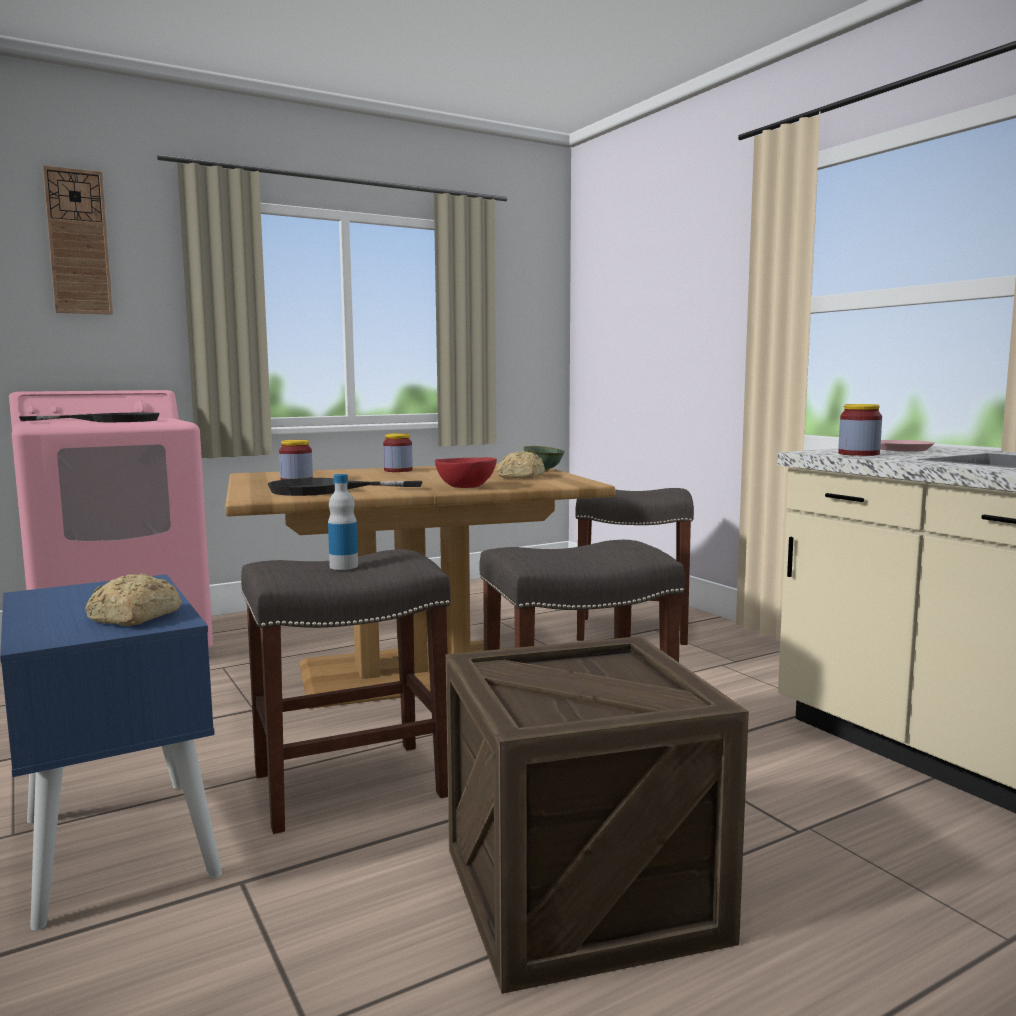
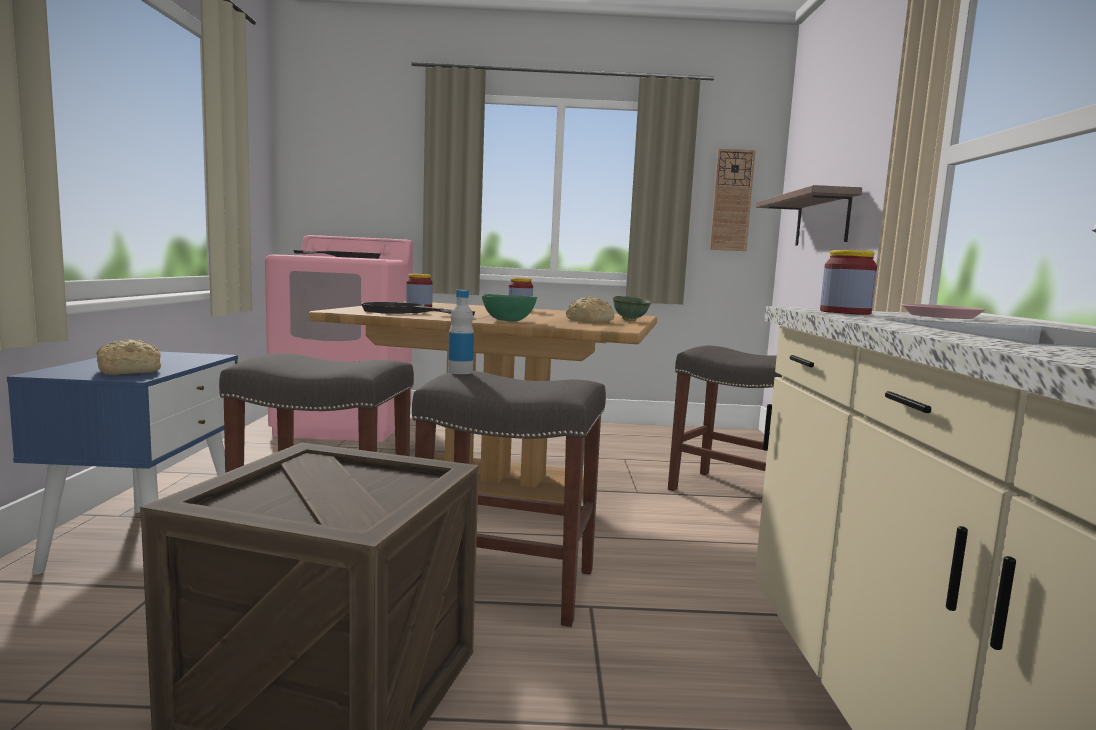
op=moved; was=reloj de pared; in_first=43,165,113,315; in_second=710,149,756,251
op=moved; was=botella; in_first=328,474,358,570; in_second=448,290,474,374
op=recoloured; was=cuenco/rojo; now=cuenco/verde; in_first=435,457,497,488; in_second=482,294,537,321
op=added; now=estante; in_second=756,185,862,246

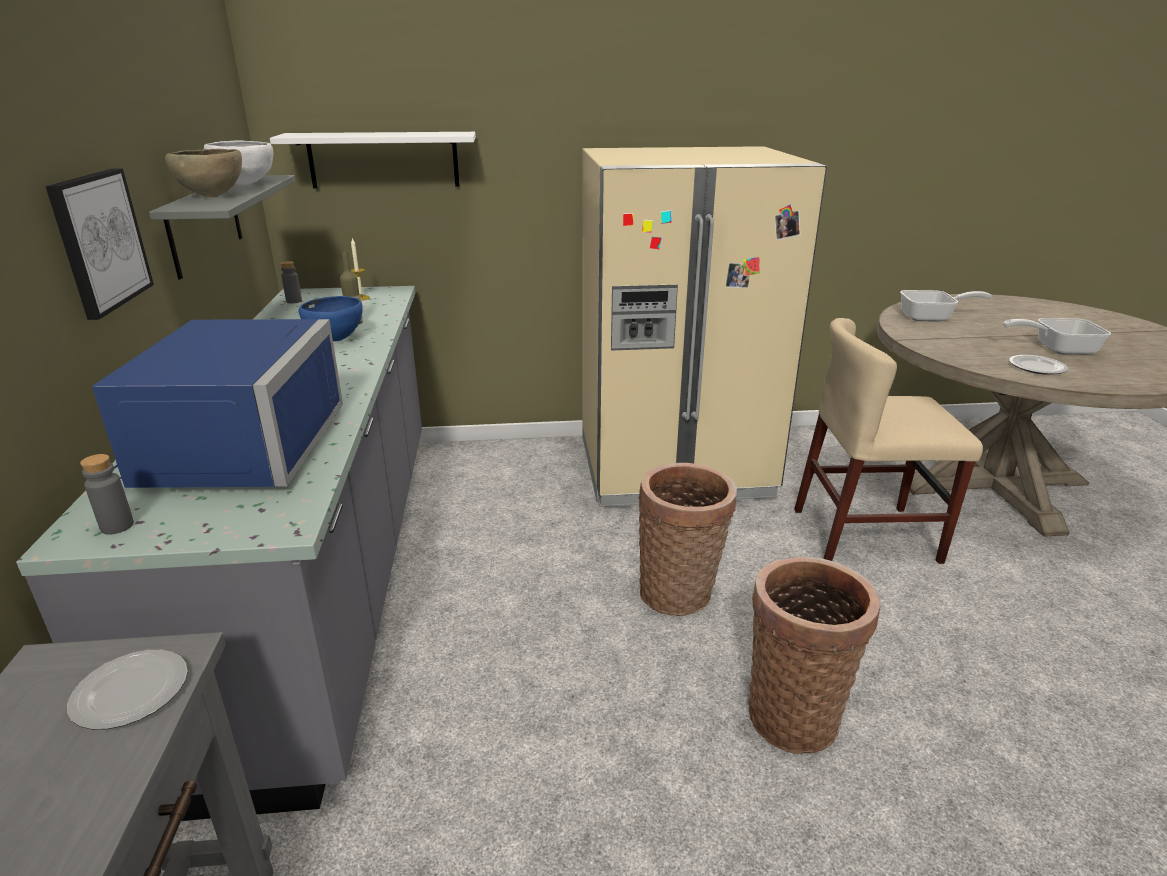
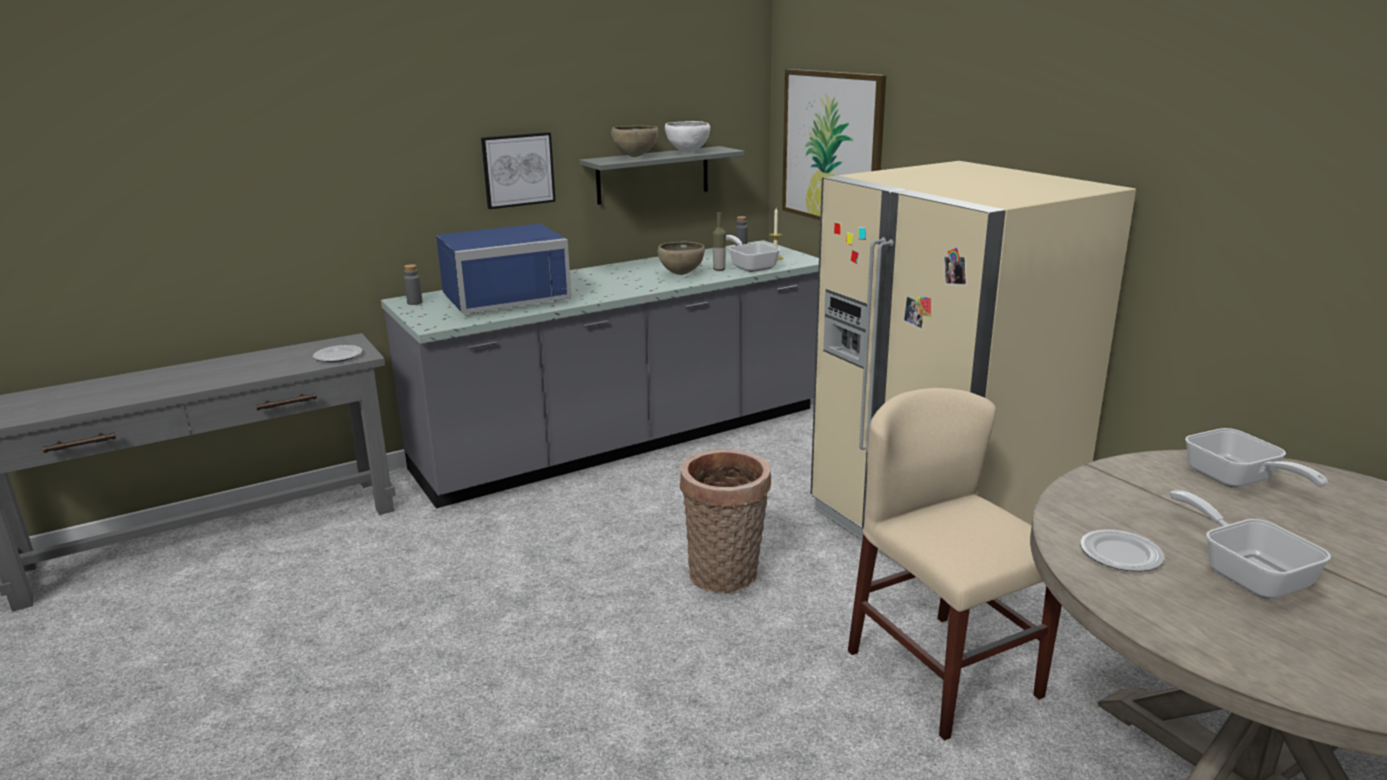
op=replaced; was=estante/blanco; now=cuadro; in_first=270,132,476,188; in_second=782,69,886,220
op=recoloured; was=cuenco/azul; now=cuenco/marrón; in_first=299,296,363,342; in_second=658,242,705,275
op=removed; was=cesta; in_first=748,557,881,754
op=added; now=sartén; in_second=726,235,780,272

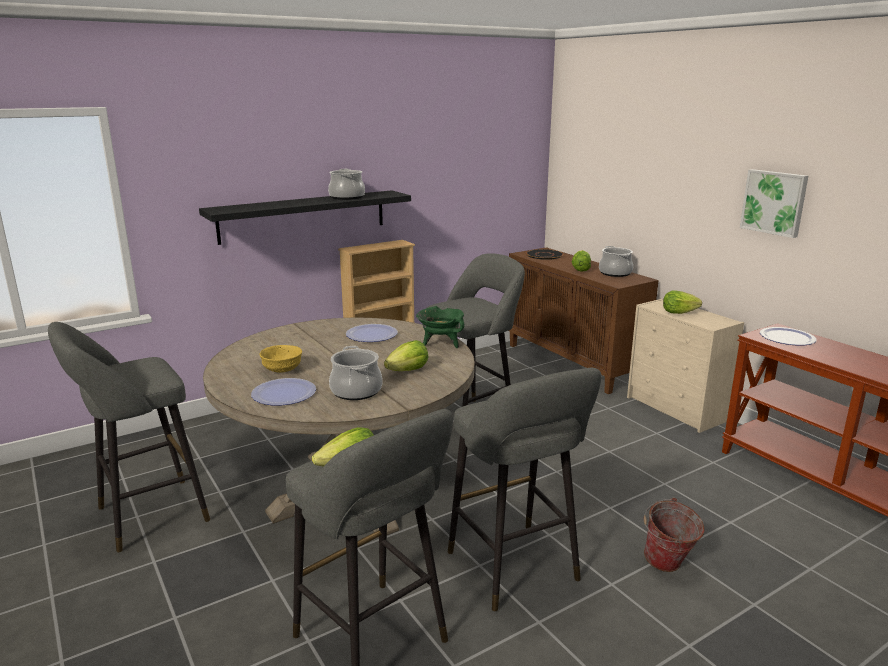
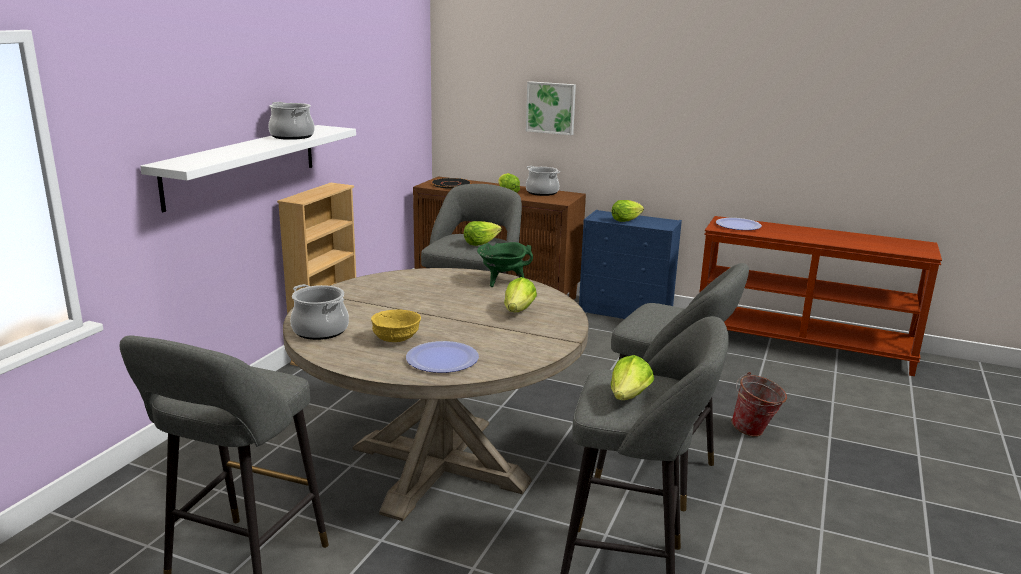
op=recoloured; was=estante/negro; now=estante/blanco; in_first=199,190,411,245; in_second=140,125,356,212
op=moved; was=olla; in_first=329,346,383,400; in_second=290,284,349,340
op=removed; was=plato; in_first=346,324,398,342
op=recoloured; was=cómoda/beis; now=cómoda/azul; in_first=627,298,744,433; in_second=579,210,682,319
op=moved; was=cuadro; in_first=740,169,808,238; in_second=526,81,576,135
op=added; now=lechuga; in_second=464,221,502,246

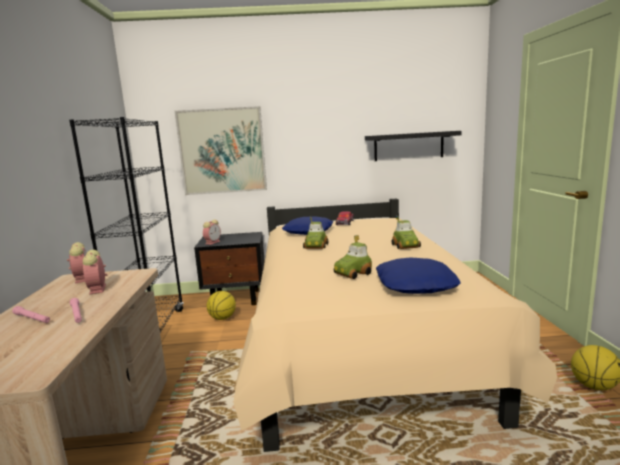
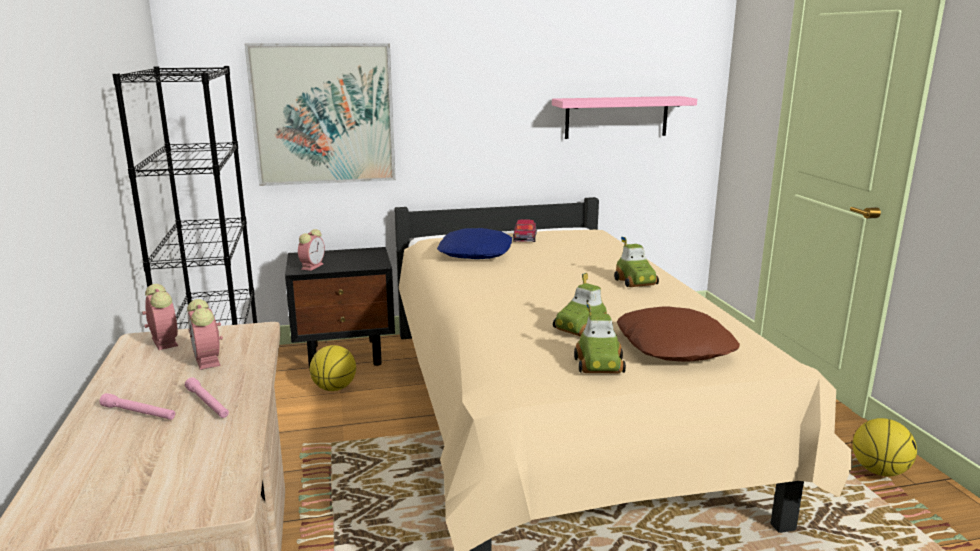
op=moved; was=coche de juguete; in_first=303,217,328,249; in_second=574,303,626,374
op=recoloured; was=estante/negro; now=estante/rosa; in_first=365,131,462,161; in_second=552,96,697,139
op=recoloured; was=cojín/azul; now=cojín/marrón; in_first=376,257,461,294; in_second=617,306,740,362

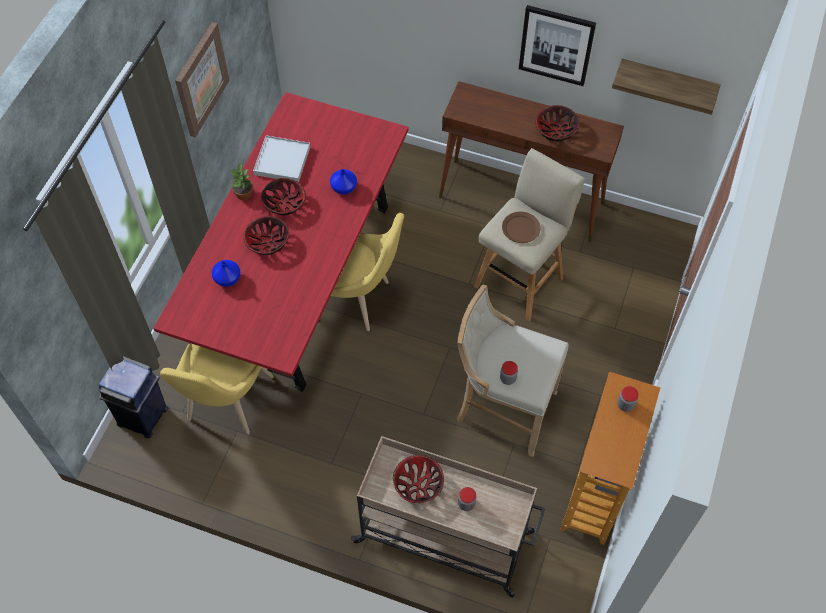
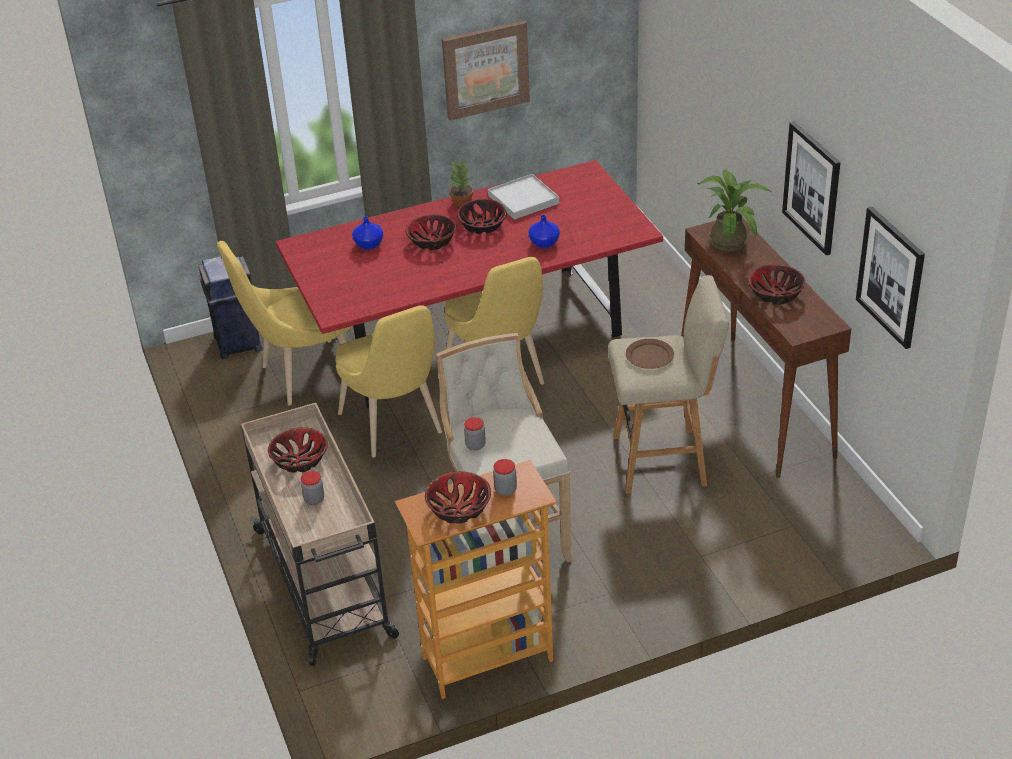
op=replaced; was=estante; now=cuadro; in_first=612,59,721,115; in_second=856,206,925,349
op=added; now=silla/amarillo; in_second=336,305,442,458
op=added; now=cuenco; in_second=425,471,491,524
op=added; now=planta en maceta; in_second=697,169,771,252

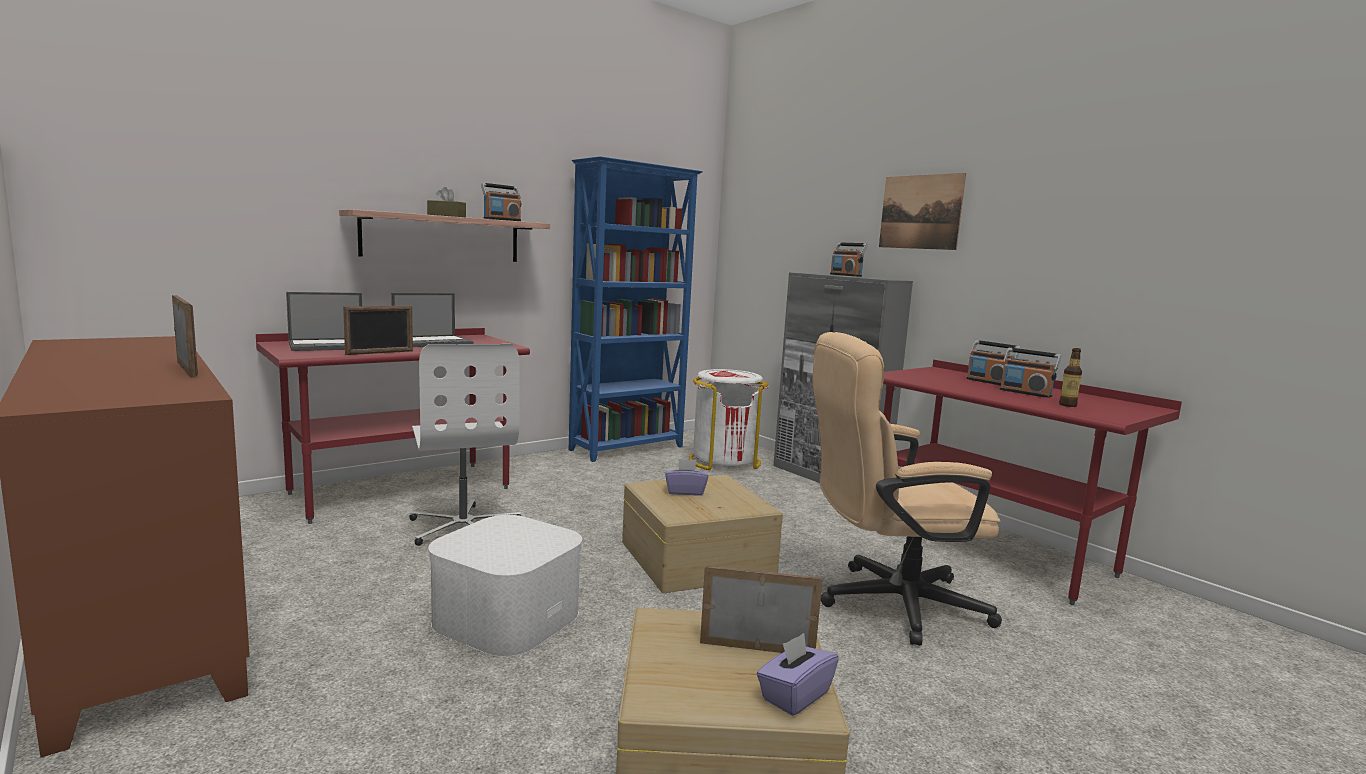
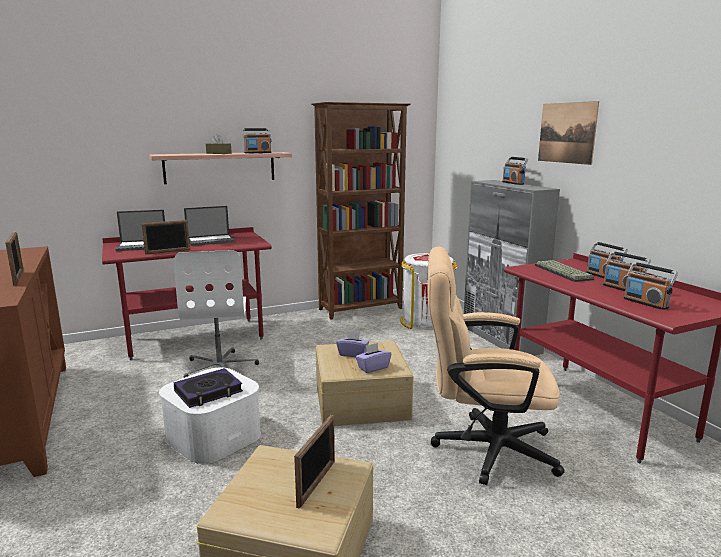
op=recoloured; was=estantería/azul; now=estantería/marrón; in_first=569,156,703,462; in_second=312,102,411,320
op=turned; was=portarretratos; in_first=700,565,822,653; in_second=294,415,335,509; clockwise=90
op=moved; was=caja de pañuelos/morado; in_first=757,633,839,716; in_second=356,343,391,373
op=replaced; was=botella; now=radio; in_first=1059,348,1082,407; in_second=623,262,678,310
op=added; now=libro; in_second=174,368,243,408
op=added; now=teclado; in_second=534,260,594,282

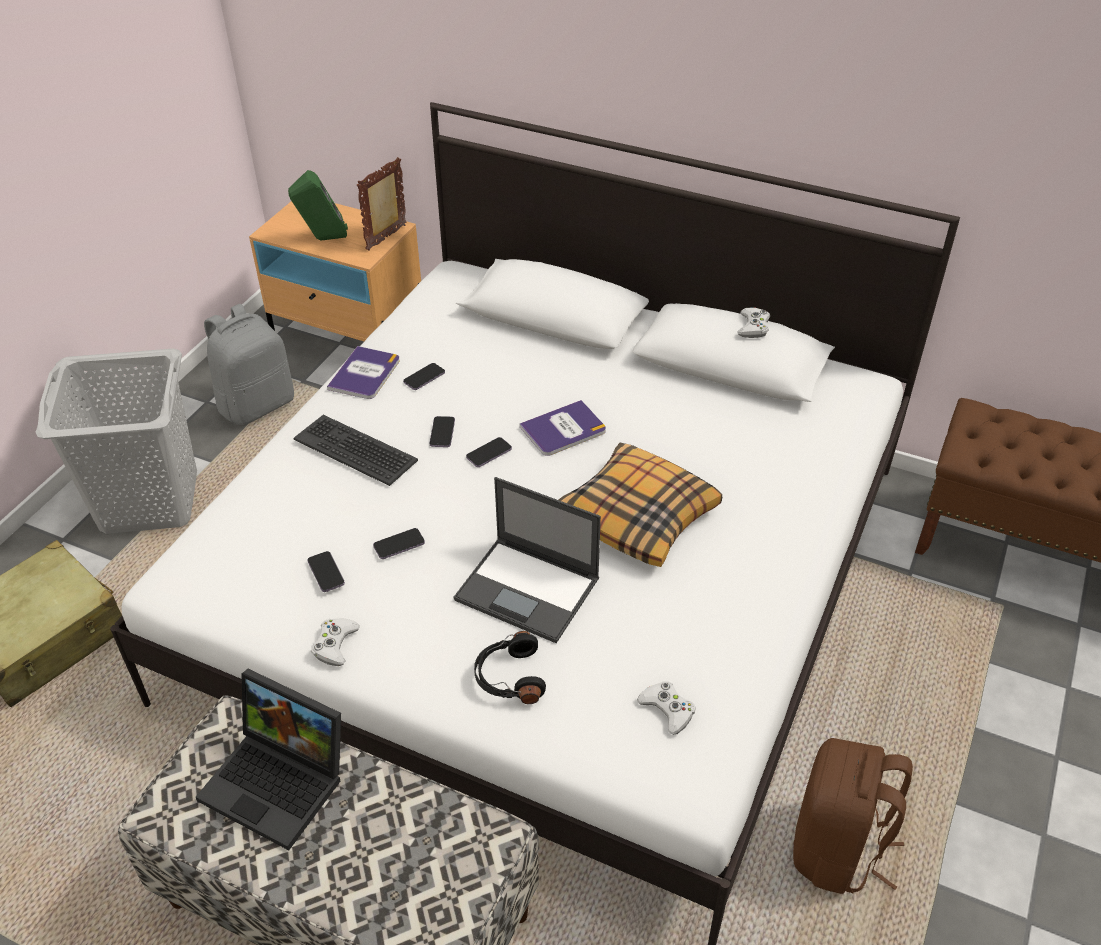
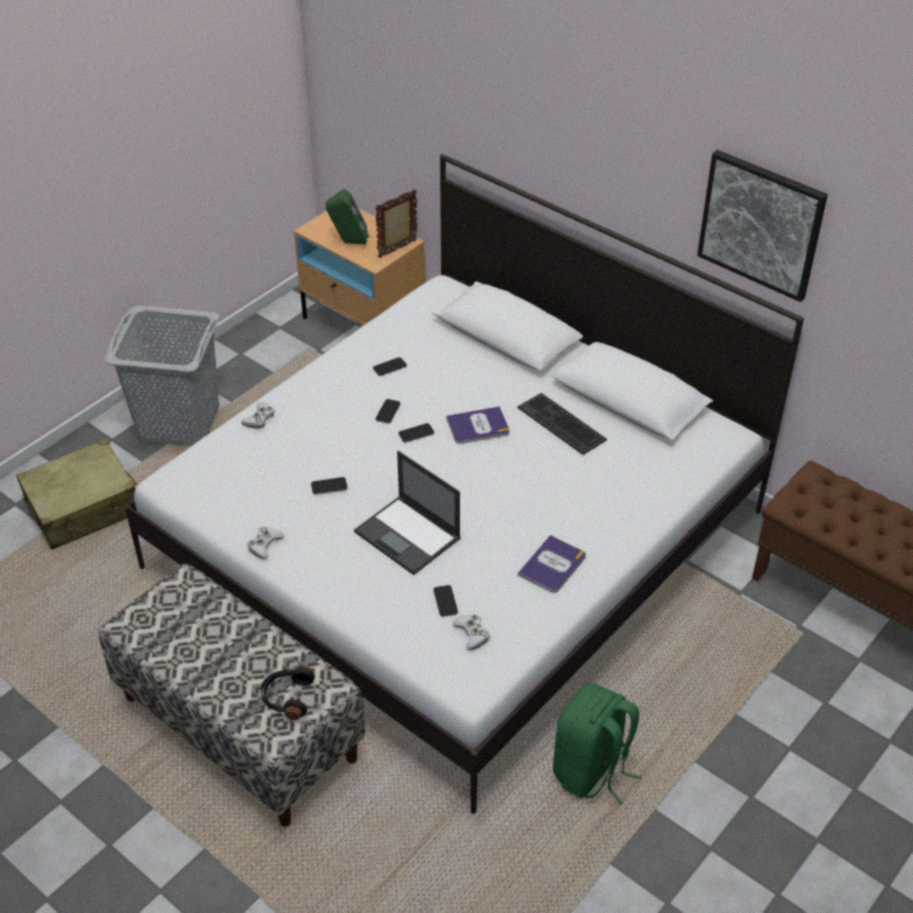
op=removed; was=portátil; in_first=196,669,341,850
op=removed; was=mochila/gris; in_first=204,304,294,425
op=moved; was=teclado; in_first=294,415,418,486; in_second=517,393,607,455
op=moved; was=móvil; in_first=308,551,345,592; in_second=434,585,458,617
op=moved; was=libro; in_first=327,346,400,399; in_second=518,535,586,593
op=moved; was=auriculares/negro; in_first=474,631,546,704; in_second=261,666,315,720
op=removed; was=cojín; in_first=558,443,722,567
op=moved; was=mando de consola/blanco; in_first=737,307,770,338; in_second=241,402,275,429
op=recoloured; was=mochila/marrón; now=mochila/verde; in_first=793,738,913,894; in_second=553,683,642,805
op=added; now=cuadro; in_second=697,150,828,302

